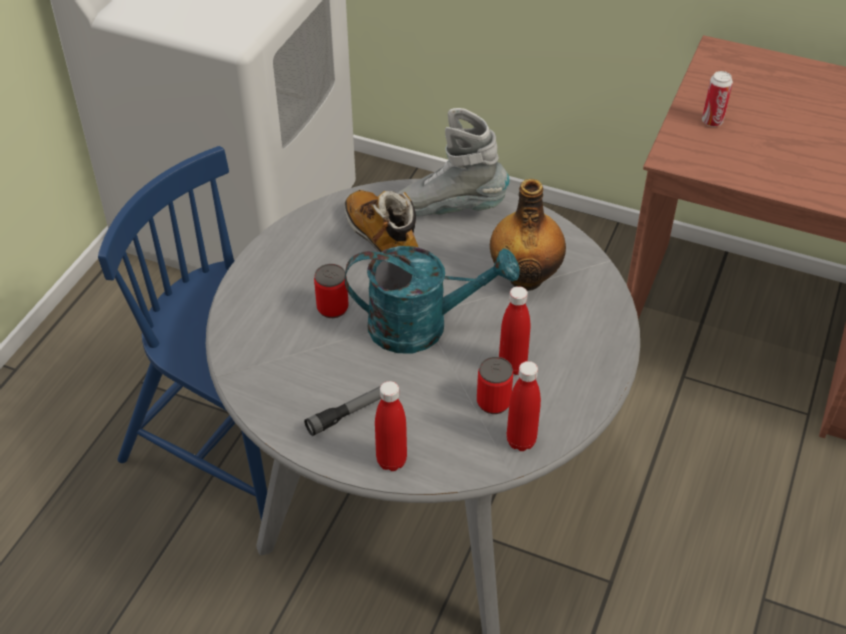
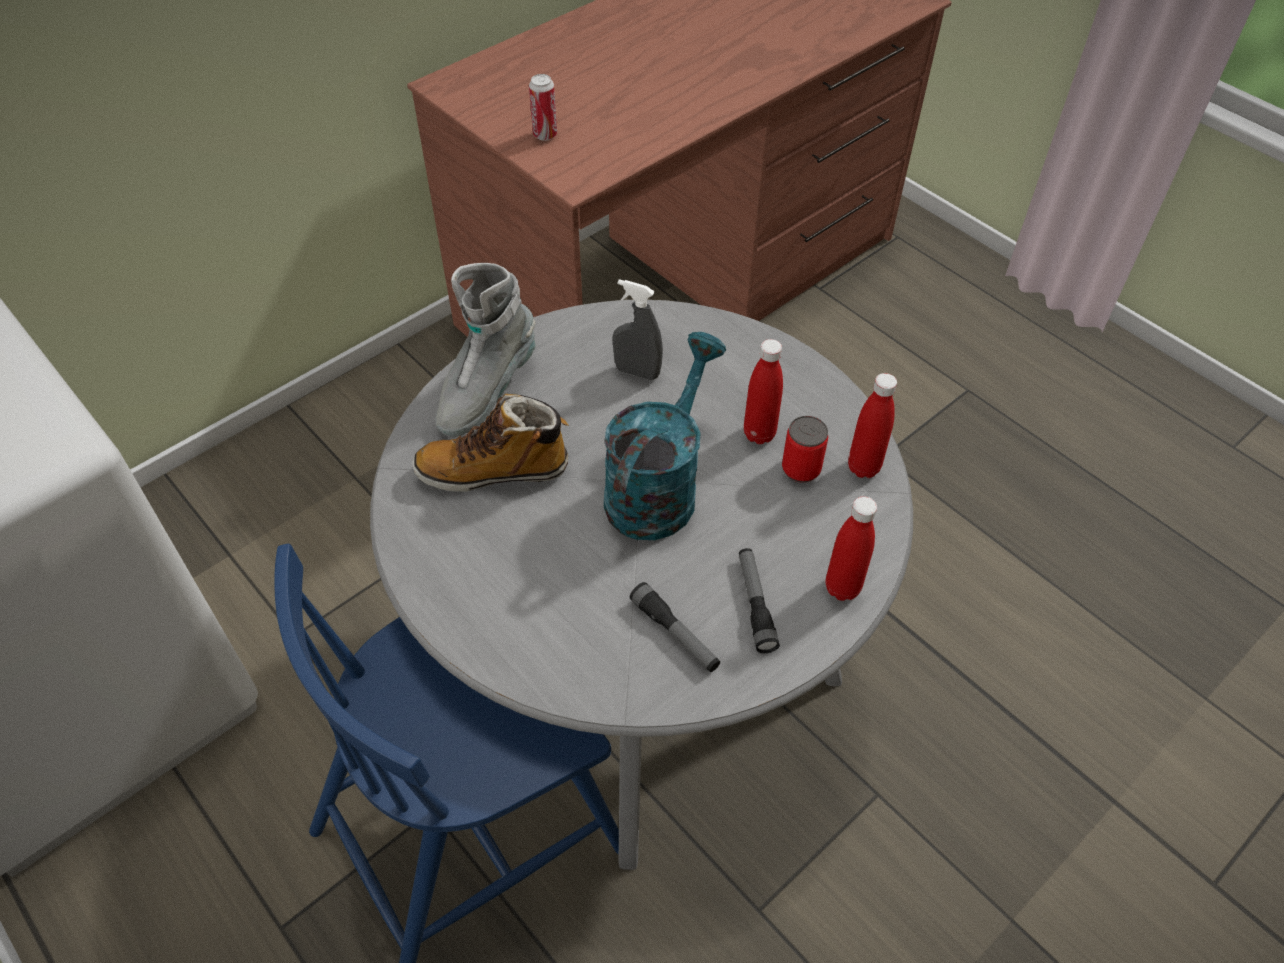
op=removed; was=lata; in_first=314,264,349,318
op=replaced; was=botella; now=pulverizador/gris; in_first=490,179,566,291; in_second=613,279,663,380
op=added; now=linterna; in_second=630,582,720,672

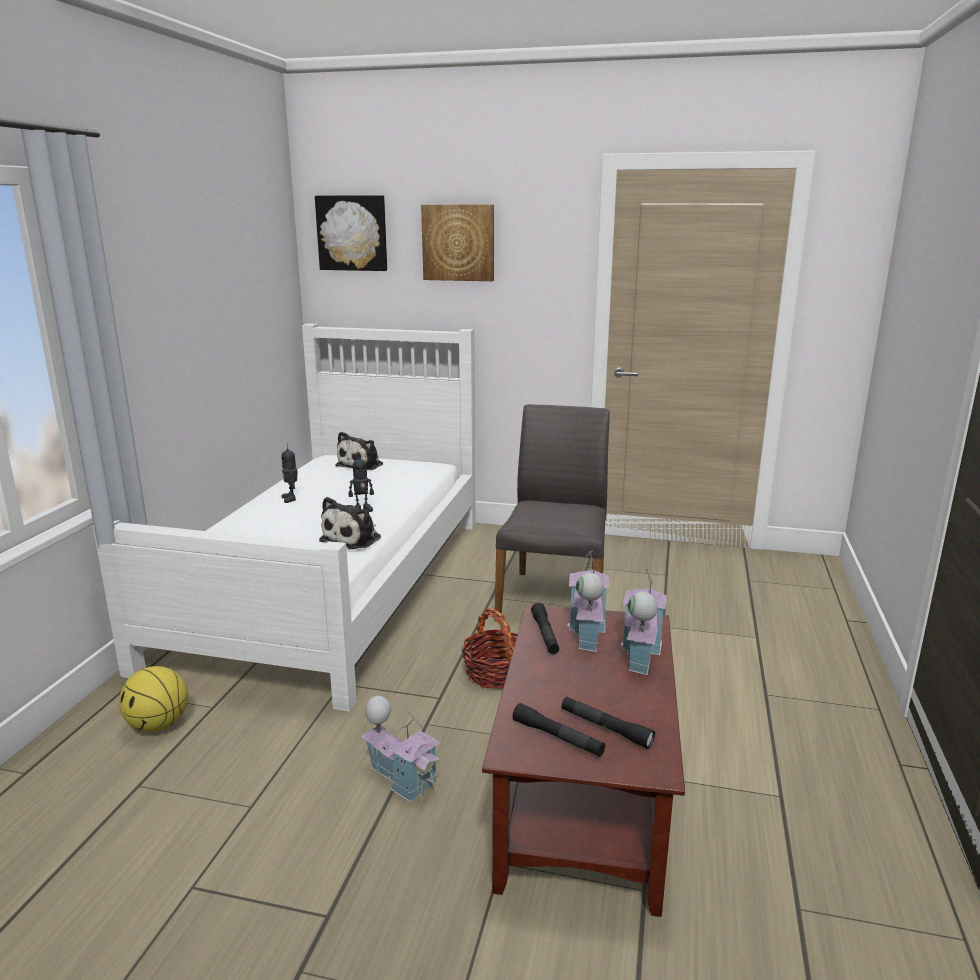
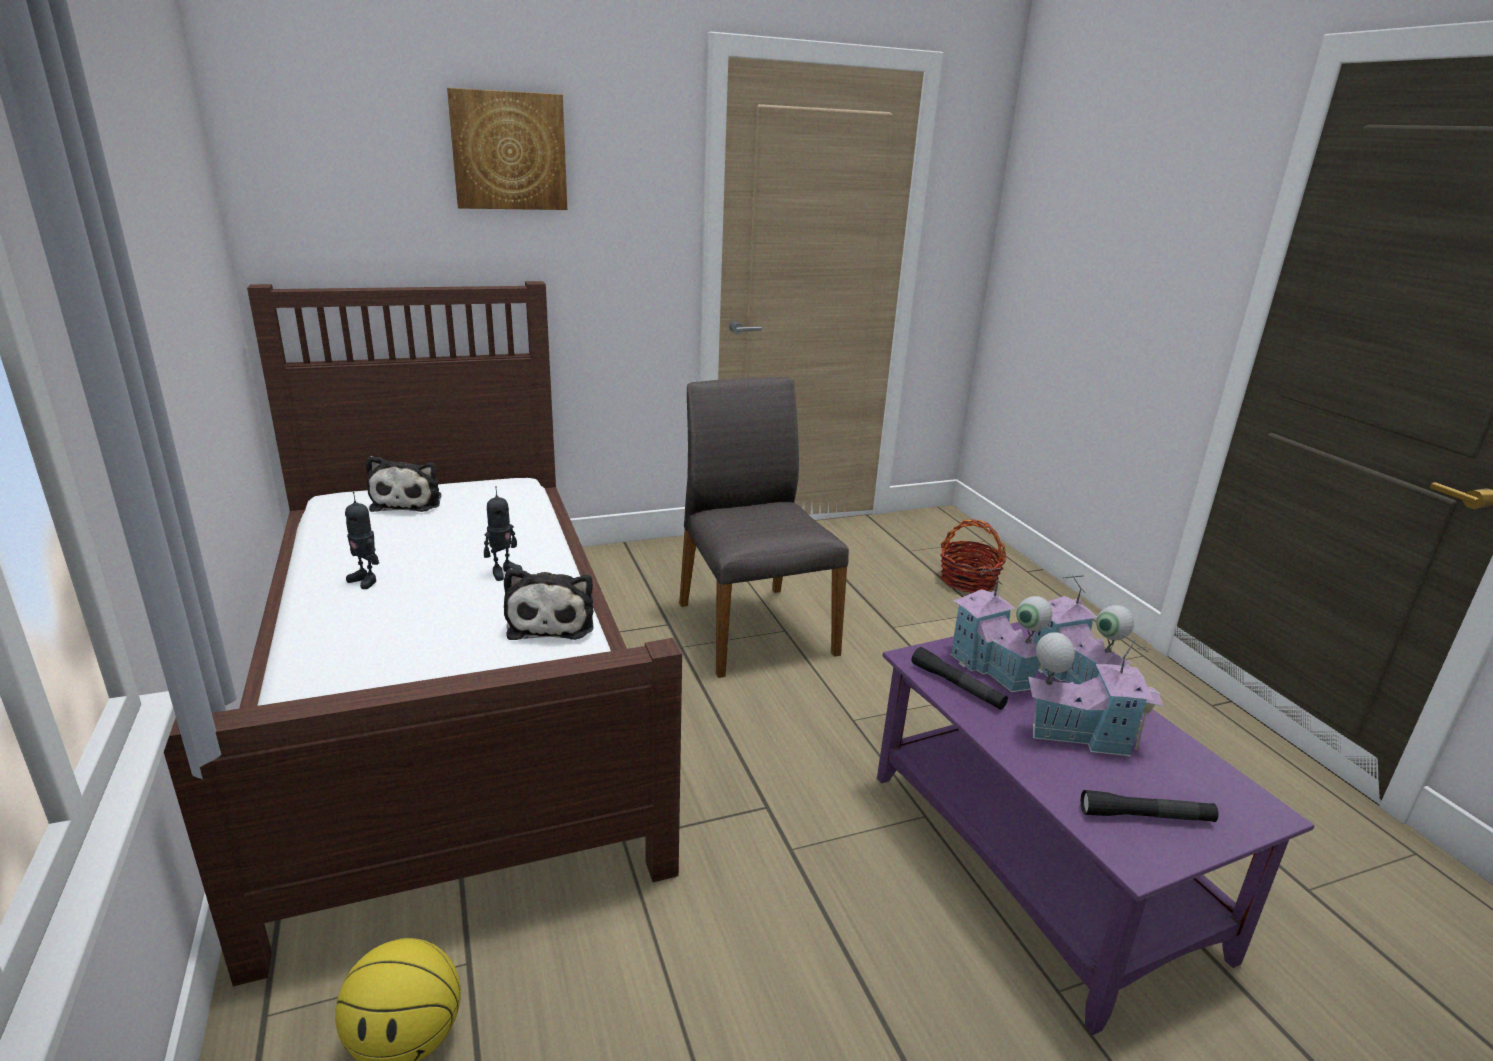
op=recoloured; was=cama/blanco; now=cama/marrón; in_first=93,323,476,712; in_second=164,281,682,986
op=removed; was=cuadro; in_first=315,195,387,271
op=moved; was=casita; in_first=362,696,440,802; in_second=1029,632,1163,757
op=moved; was=cesta; in_first=461,608,518,689; in_second=940,519,1006,593
op=recoloured; was=mesa de centro/marrón; now=mesa de centro/morado; in_first=482,604,685,917; in_second=877,622,1314,1035
op=removed; was=linterna/negro; in_first=562,697,655,749

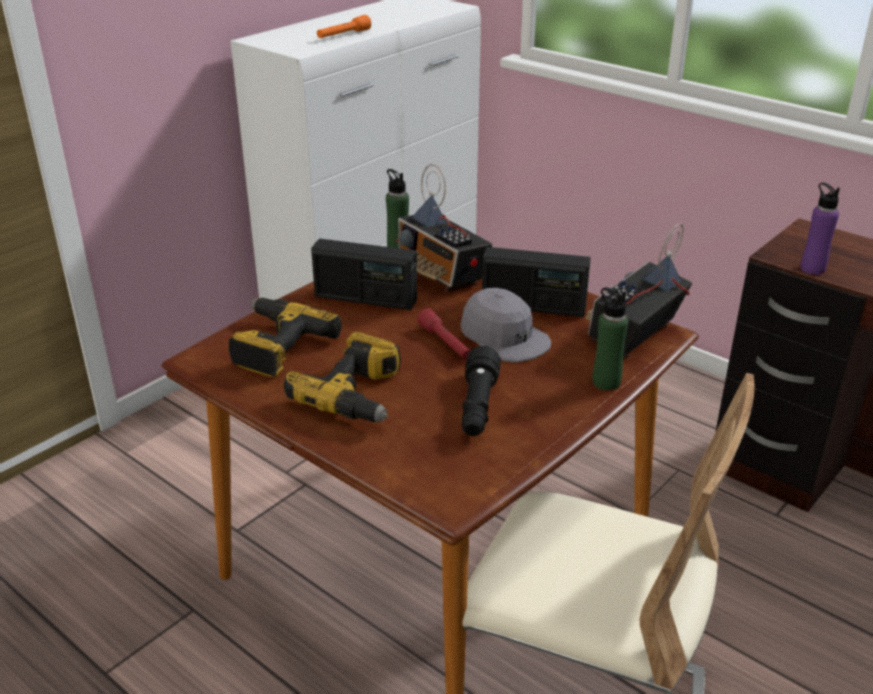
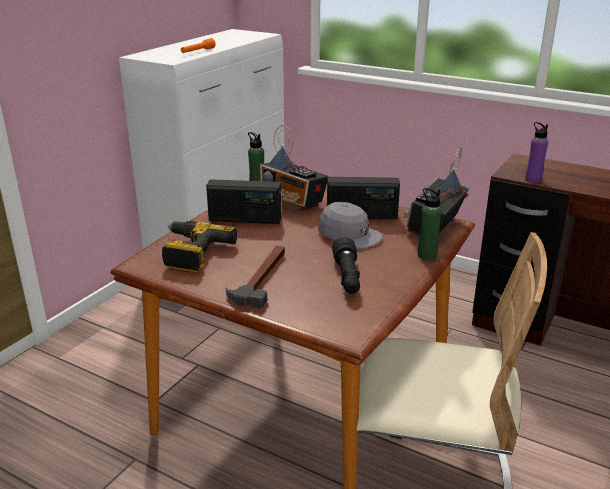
op=replaced; was=taladro; now=martillo; in_first=284,332,401,422; in_second=225,246,285,309
op=removed; was=linterna/rojo; in_first=417,308,470,360

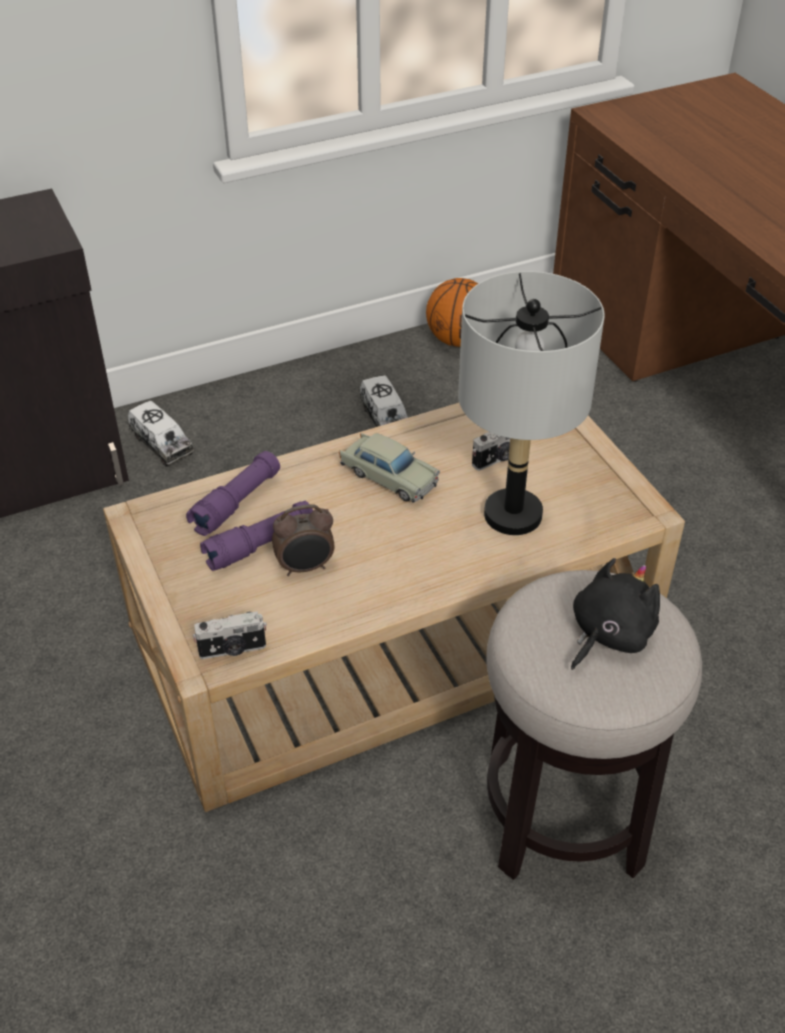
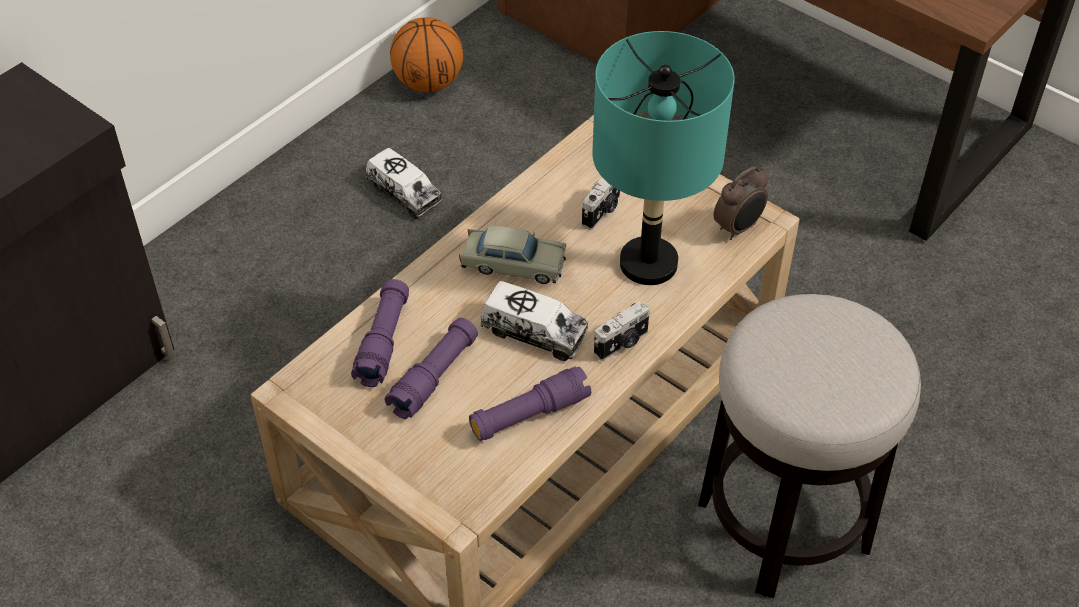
op=moved; was=camión de juguete; in_first=128,401,194,467; in_second=480,281,588,361
op=moved; was=cámara; in_first=193,611,267,659; in_second=594,301,650,361
op=moved; was=despertador; in_first=272,504,335,576; in_second=714,166,768,240
op=recoloured; was=lámpara de mesa/gris; now=lámpara de mesa/turquesa; in_first=458,271,605,535; in_second=592,31,735,285
op=removed; was=peluche/negro; in_first=571,558,660,670
op=added; now=linterna/morado; in_second=469,366,591,441

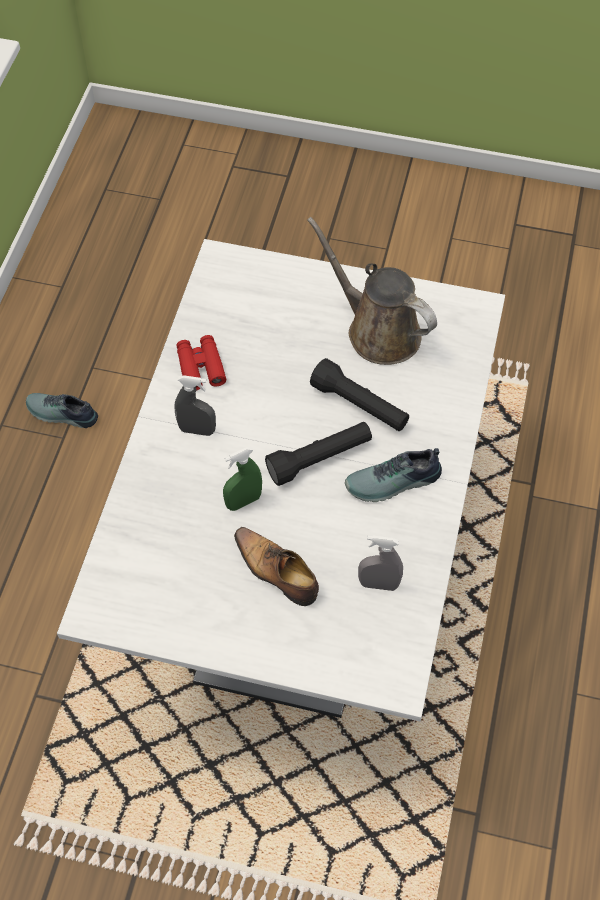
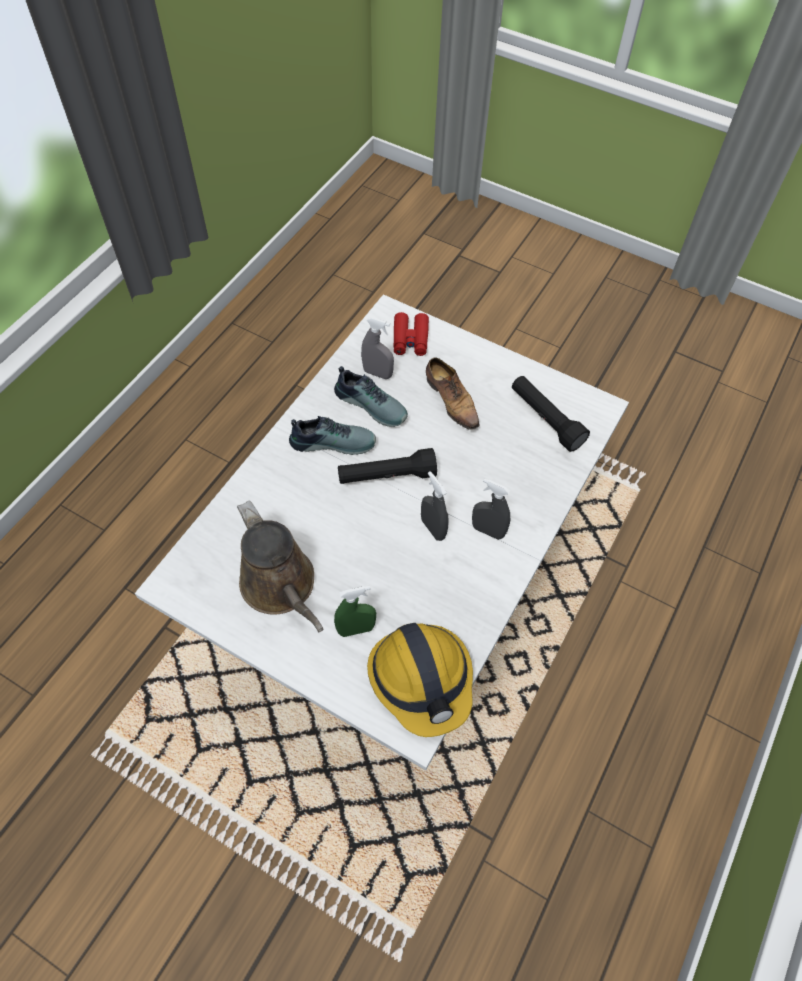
op=moved; was=zapato; in_first=26,393,98,428; in_second=334,366,408,427
op=moved; was=prismáticos/rojo; in_first=176,335,226,391; in_second=393,312,429,356
op=moved; was=pulverizador/verde; in_first=223,446,262,511; in_second=334,585,376,637
op=moved; was=linterna/negro; in_first=310,358,409,431; in_second=512,376,590,452
op=added; now=casco; in_second=367,623,473,737
op=added; now=pulverizador/gris; in_second=421,471,449,541

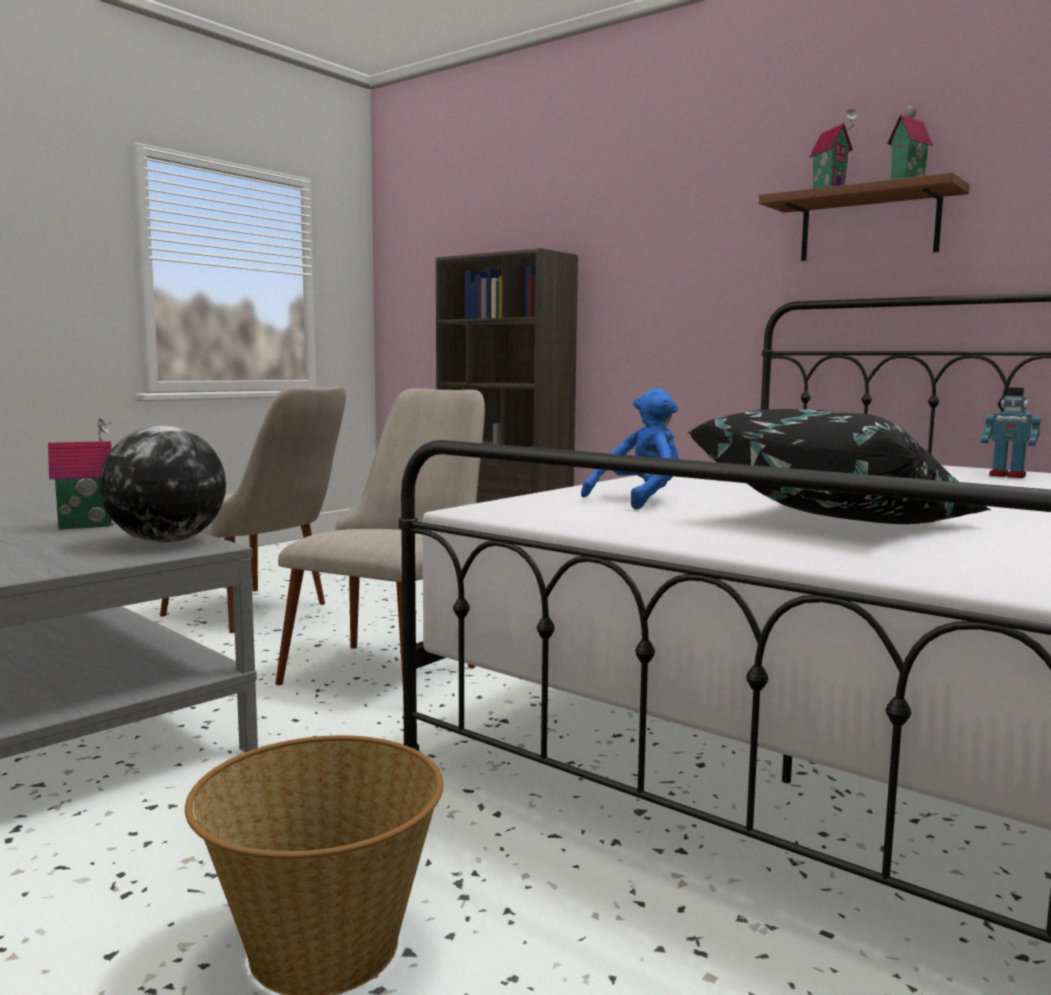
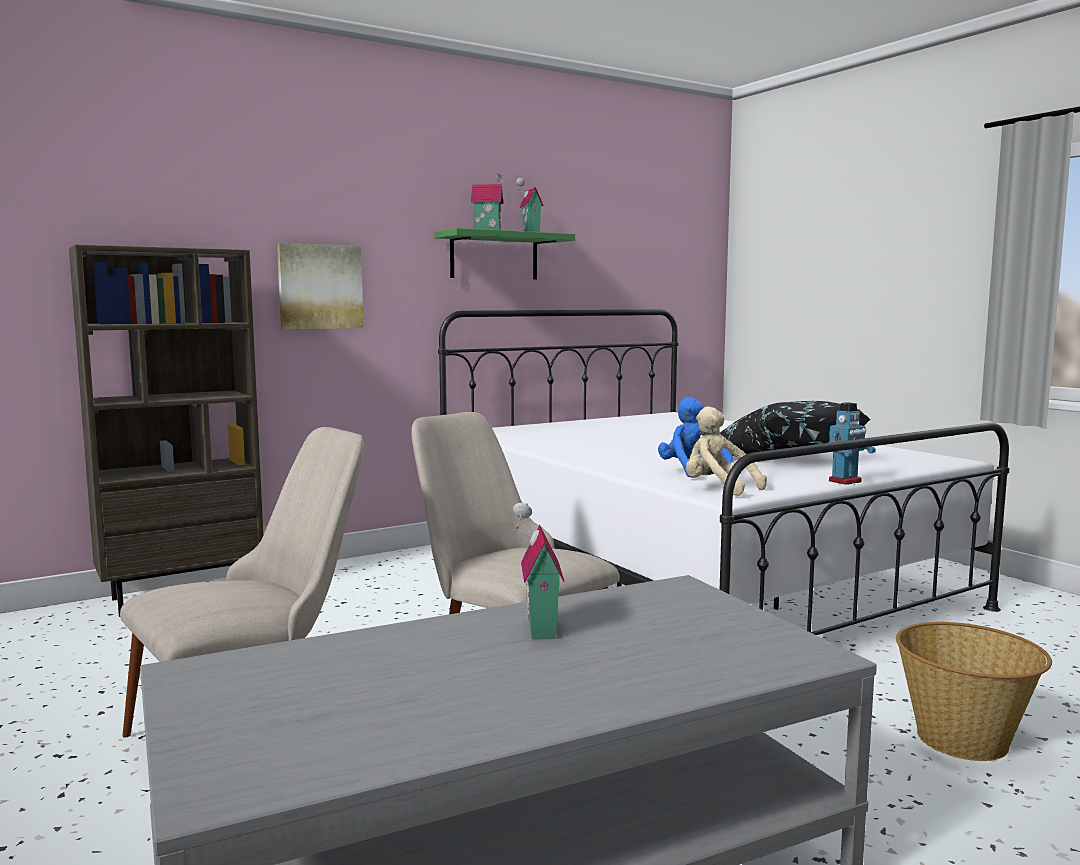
op=removed; was=globo terráqueo; in_first=99,426,226,543
op=recoloured; was=estante/marrón; now=estante/verde; in_first=759,172,970,261; in_second=434,228,575,279
op=moved; was=robot de juguete; in_first=981,387,1041,478; in_second=829,402,876,485
op=added; now=cuadro; in_second=277,243,364,330
op=added; now=peluche/beis; in_second=686,406,767,496

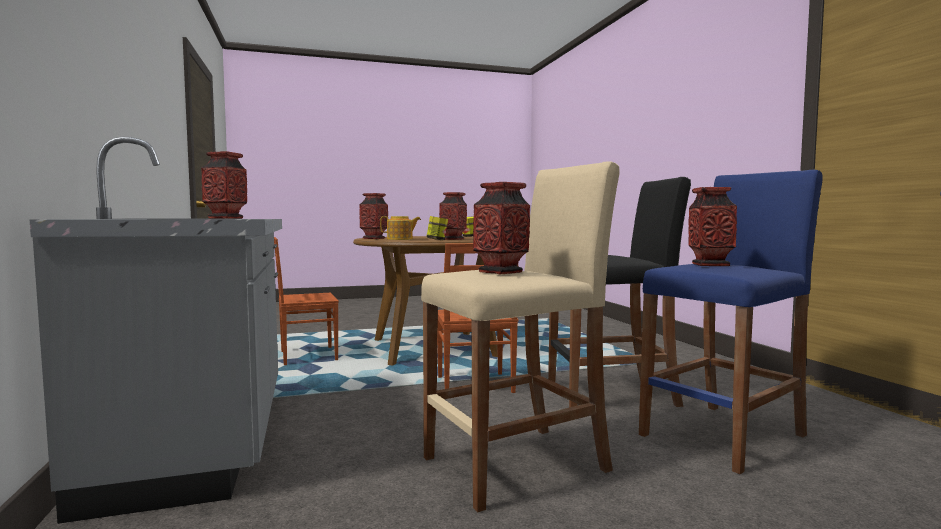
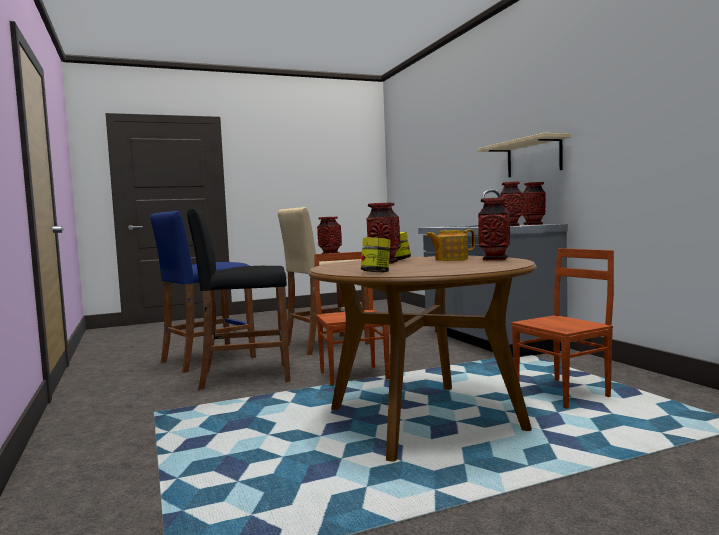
op=moved; was=florero; in_first=688,187,737,266; in_second=522,182,546,225
op=added; now=estante/beis; in_second=477,133,572,177

